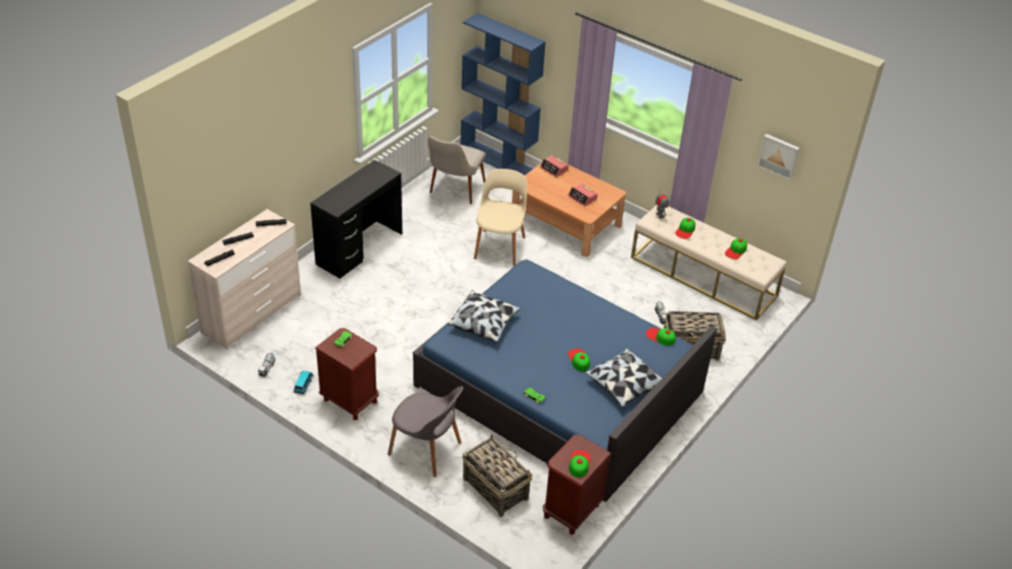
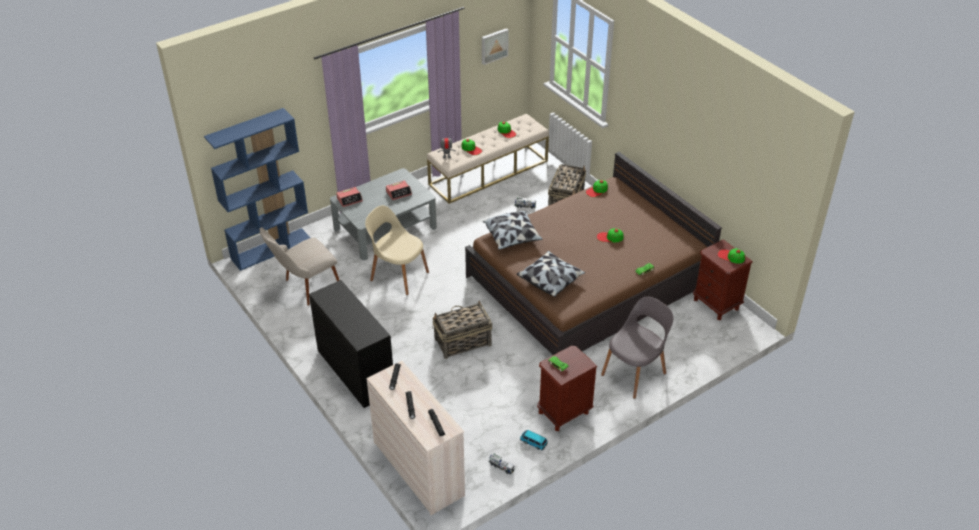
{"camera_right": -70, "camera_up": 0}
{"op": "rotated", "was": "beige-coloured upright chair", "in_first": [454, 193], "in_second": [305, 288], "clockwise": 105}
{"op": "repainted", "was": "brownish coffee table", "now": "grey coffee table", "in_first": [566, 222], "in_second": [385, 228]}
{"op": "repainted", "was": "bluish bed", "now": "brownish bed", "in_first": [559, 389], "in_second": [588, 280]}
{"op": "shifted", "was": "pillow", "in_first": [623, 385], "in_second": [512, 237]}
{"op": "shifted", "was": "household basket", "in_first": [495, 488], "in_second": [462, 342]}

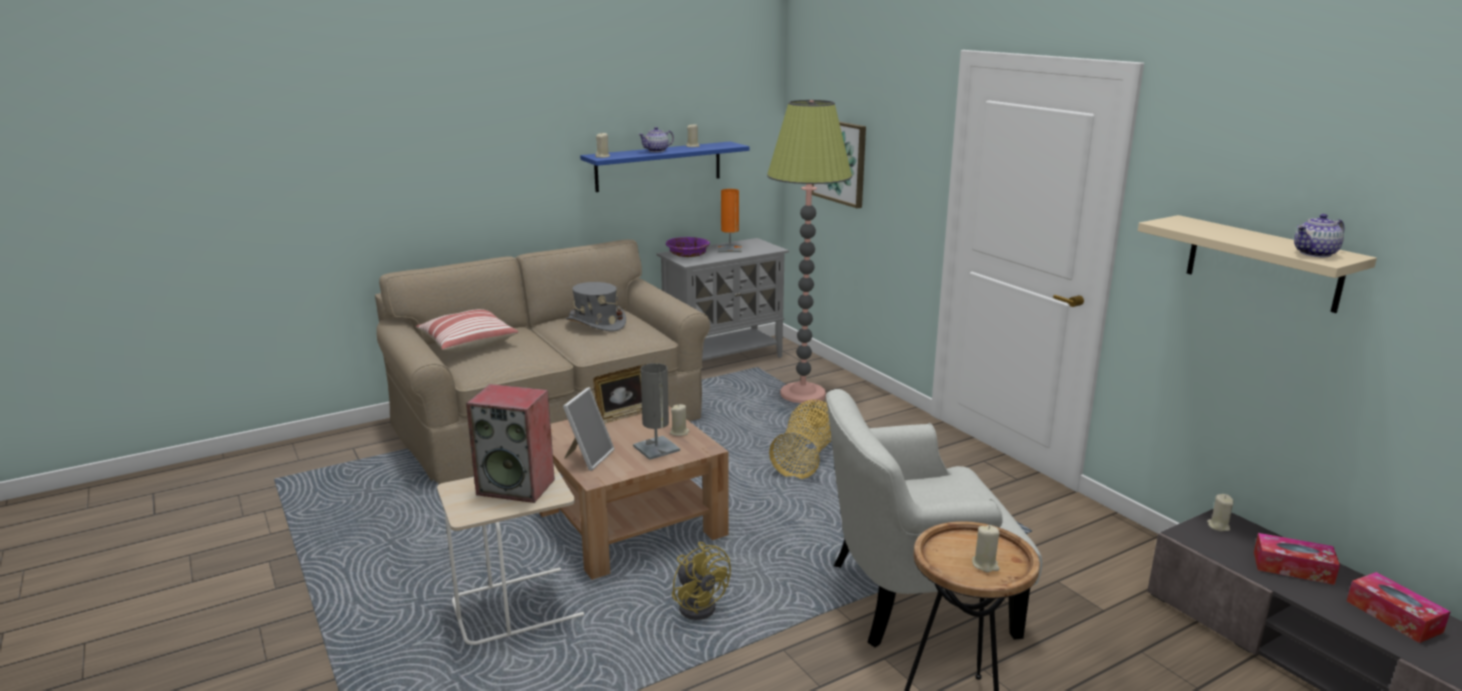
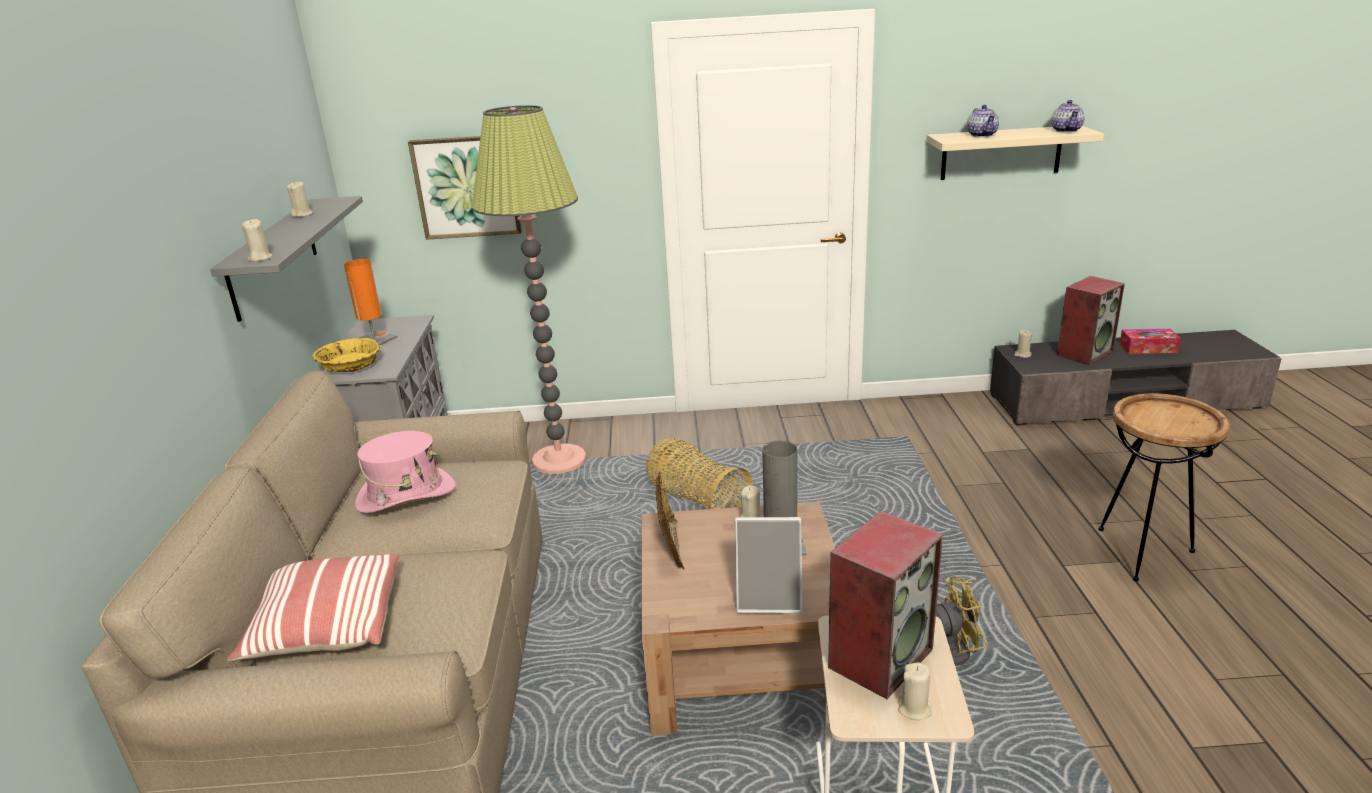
{"camera_right": -60, "camera_up": 5}
{"op": "shifted", "was": "tea pot", "in_first": [657, 150], "in_second": [982, 135]}
{"op": "repainted", "was": "bluish shelf", "now": "grey shelf", "in_first": [658, 166], "in_second": [273, 257]}
{"op": "repainted", "was": "purplish bowl", "now": "yellow-coloured bowl", "in_first": [688, 254], "in_second": [350, 366]}
{"op": "repainted", "was": "grey wearable hat", "now": "pink-coloured wearable hat", "in_first": [596, 323], "in_second": [406, 496]}
{"op": "rotated", "was": "picture frame", "in_first": [588, 457], "in_second": [769, 599], "clockwise": 135}
{"op": "gone", "was": "white-coloured easy chair", "in_first": [914, 596]}
{"op": "shifted", "was": "beige-coloured candle", "in_first": [985, 565], "in_second": [915, 709]}
{"op": "swapped", "was": "box of tissues", "now": "loudspeaker", "in_first": [1293, 567], "in_second": [1084, 353]}

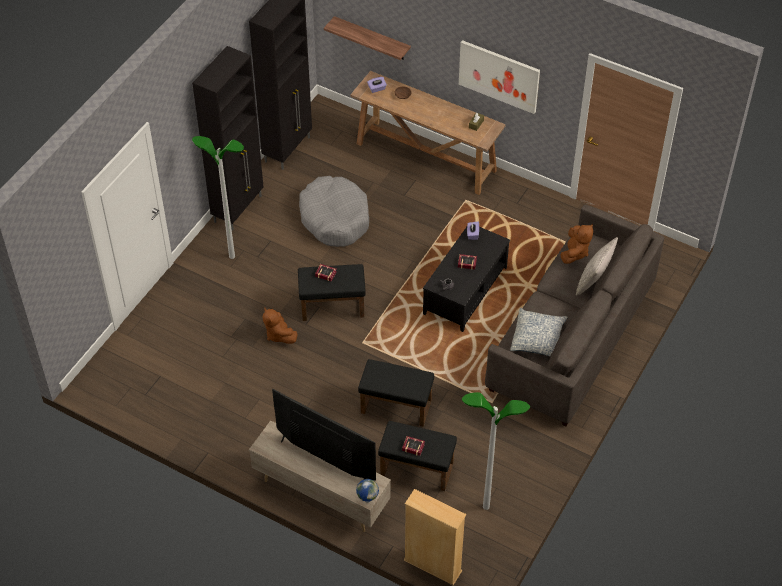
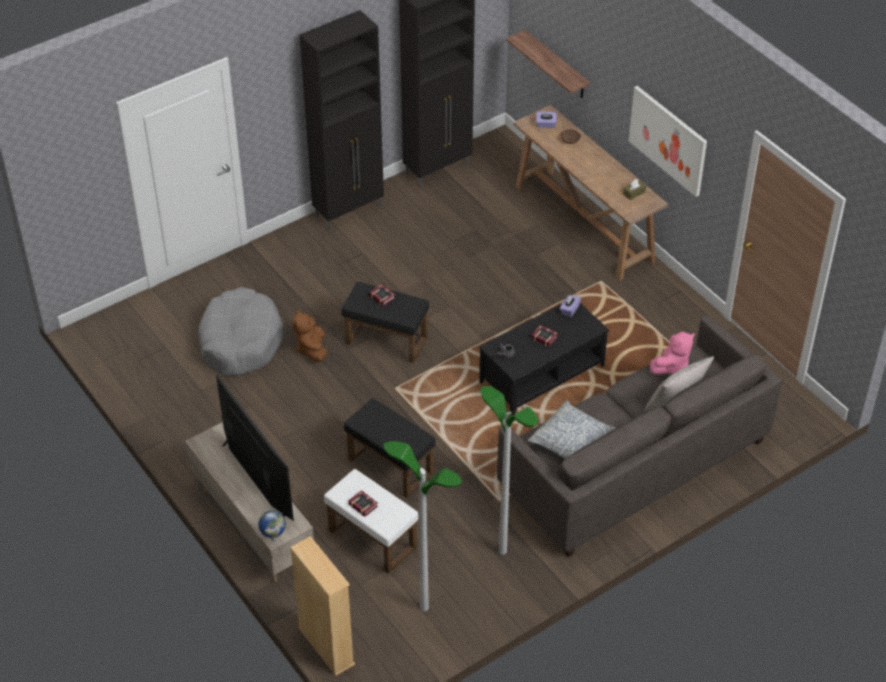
{"camera_right": 25, "camera_up": -5}
{"op": "shifted", "was": "floor lamp", "in_first": [232, 256], "in_second": [503, 551]}
{"op": "shifted", "was": "grey dog cushion", "in_first": [335, 218], "in_second": [240, 341]}
{"op": "repainted", "was": "brownish soft toy", "now": "pink-coloured soft toy", "in_first": [575, 253], "in_second": [671, 366]}
{"op": "repainted", "was": "black pouffe", "now": "white-coloured pouffe", "in_first": [418, 469], "in_second": [373, 539]}

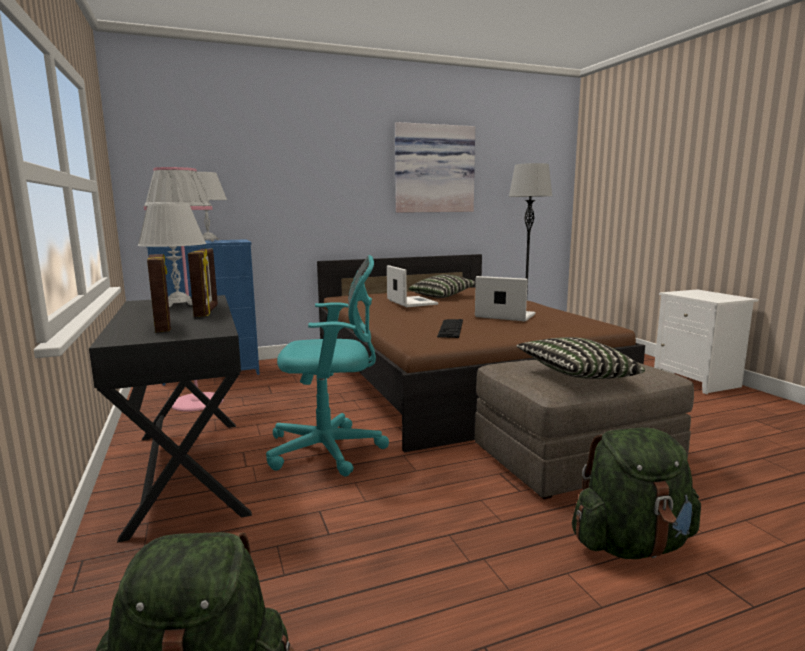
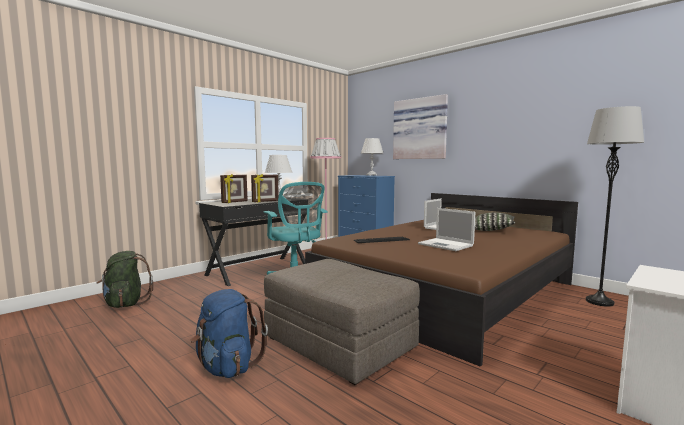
{"camera_right": 65, "camera_up": -5}
{"op": "shifted", "was": "wall picture", "in_first": [433, 169], "in_second": [420, 129]}
{"op": "rotated", "was": "portable computer", "in_first": [504, 315], "in_second": [446, 245], "clockwise": 135}
{"op": "gone", "was": "pillow", "in_first": [576, 376]}
{"op": "repainted", "was": "greenish rucksack", "now": "bluish rucksack", "in_first": [631, 544], "in_second": [227, 367]}

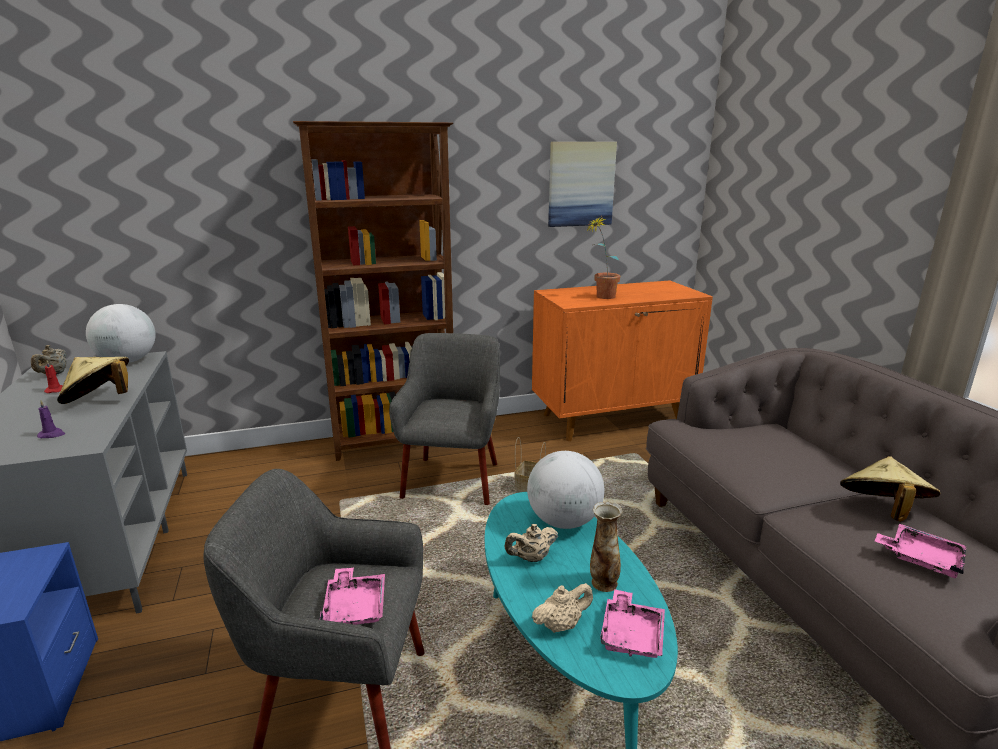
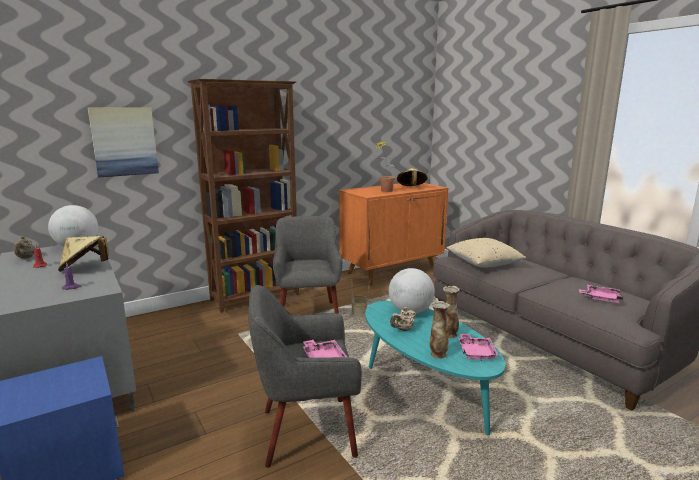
{"camera_right": -15, "camera_up": -5}
{"op": "shifted", "was": "wall picture", "in_first": [580, 184], "in_second": [124, 141]}
{"op": "shifted", "was": "beige-coloured wearable hat", "in_first": [882, 511], "in_second": [411, 188]}
{"op": "swapped", "was": "beige-coloured tea pot", "now": "vase", "in_first": [561, 625], "in_second": [438, 354]}
{"op": "new", "now": "beige-coloured pillow", "in_second": [484, 264]}

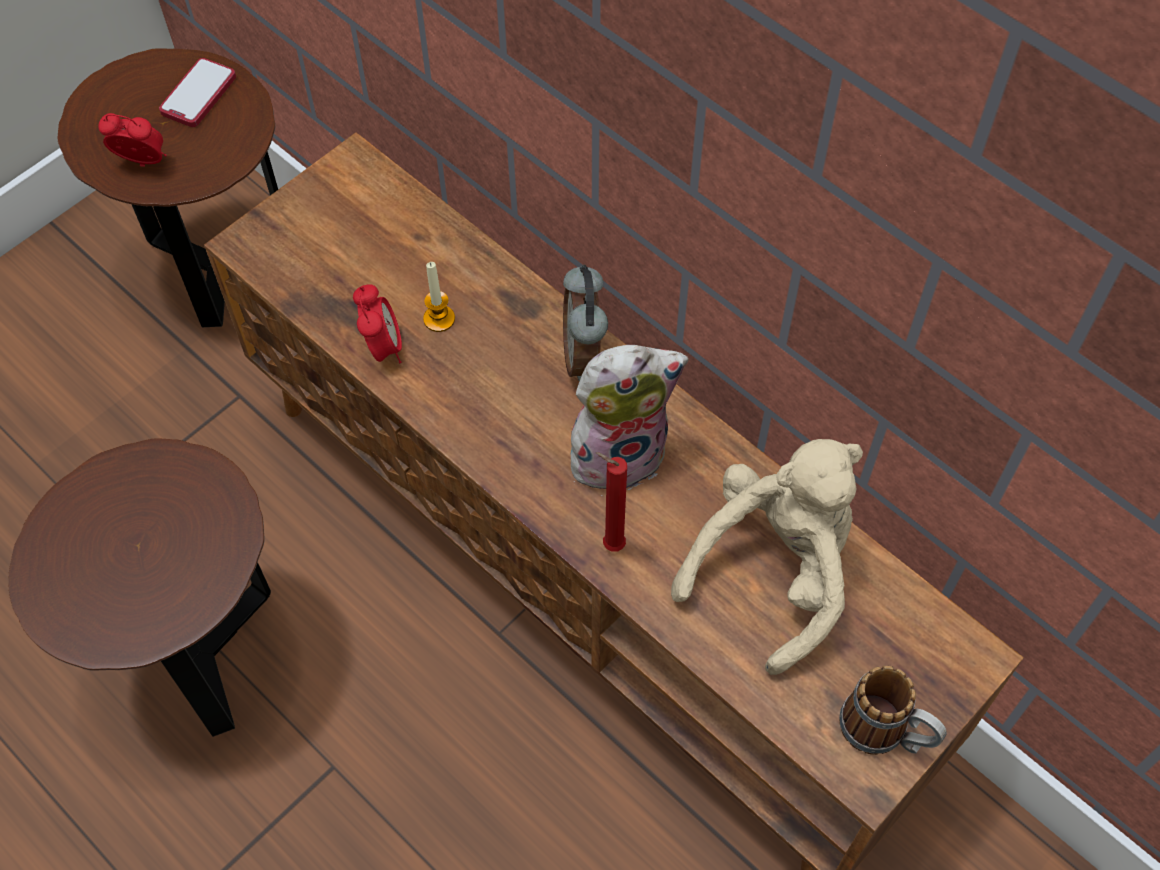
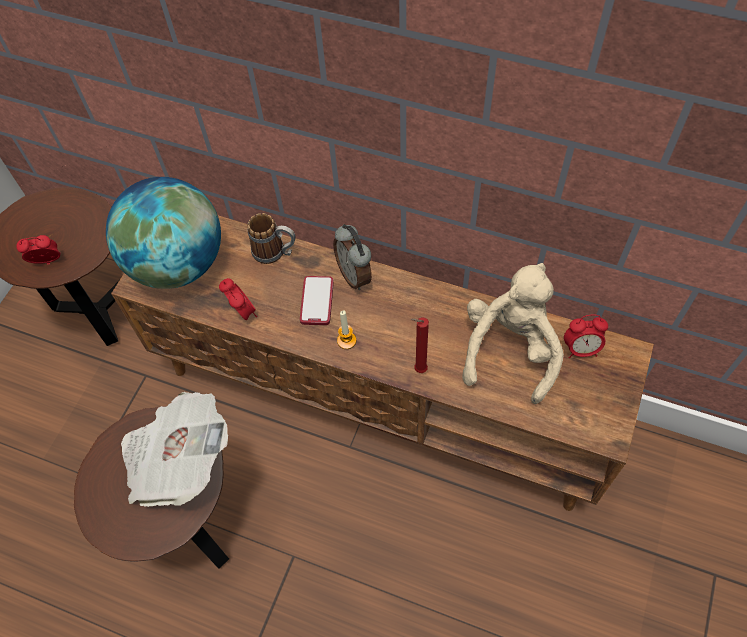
{"camera_right": -20, "camera_up": 0}
{"op": "shifted", "was": "phone", "in_first": [198, 94], "in_second": [317, 301]}
{"op": "shifted", "was": "candle", "in_first": [439, 319], "in_second": [346, 340]}
{"op": "gone", "was": "soft toy", "in_first": [619, 452]}
{"op": "shifted", "was": "mug", "in_first": [885, 733], "in_second": [275, 252]}
{"op": "new", "now": "globe", "in_second": [178, 264]}
{"op": "new", "now": "bedside clock", "in_second": [581, 349]}
{"op": "new", "now": "daily paper", "in_second": [178, 460]}

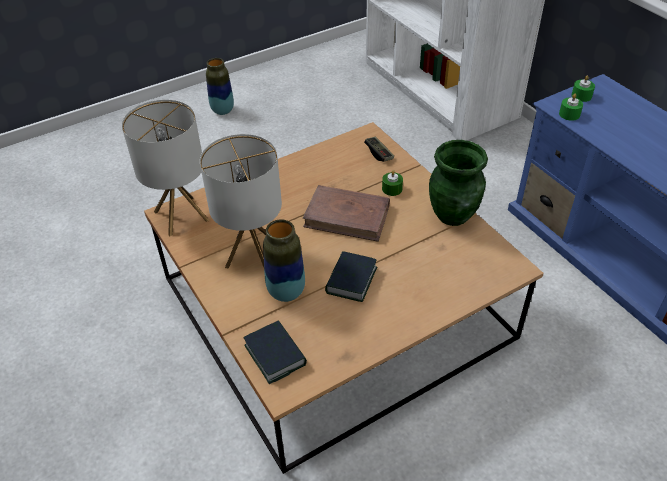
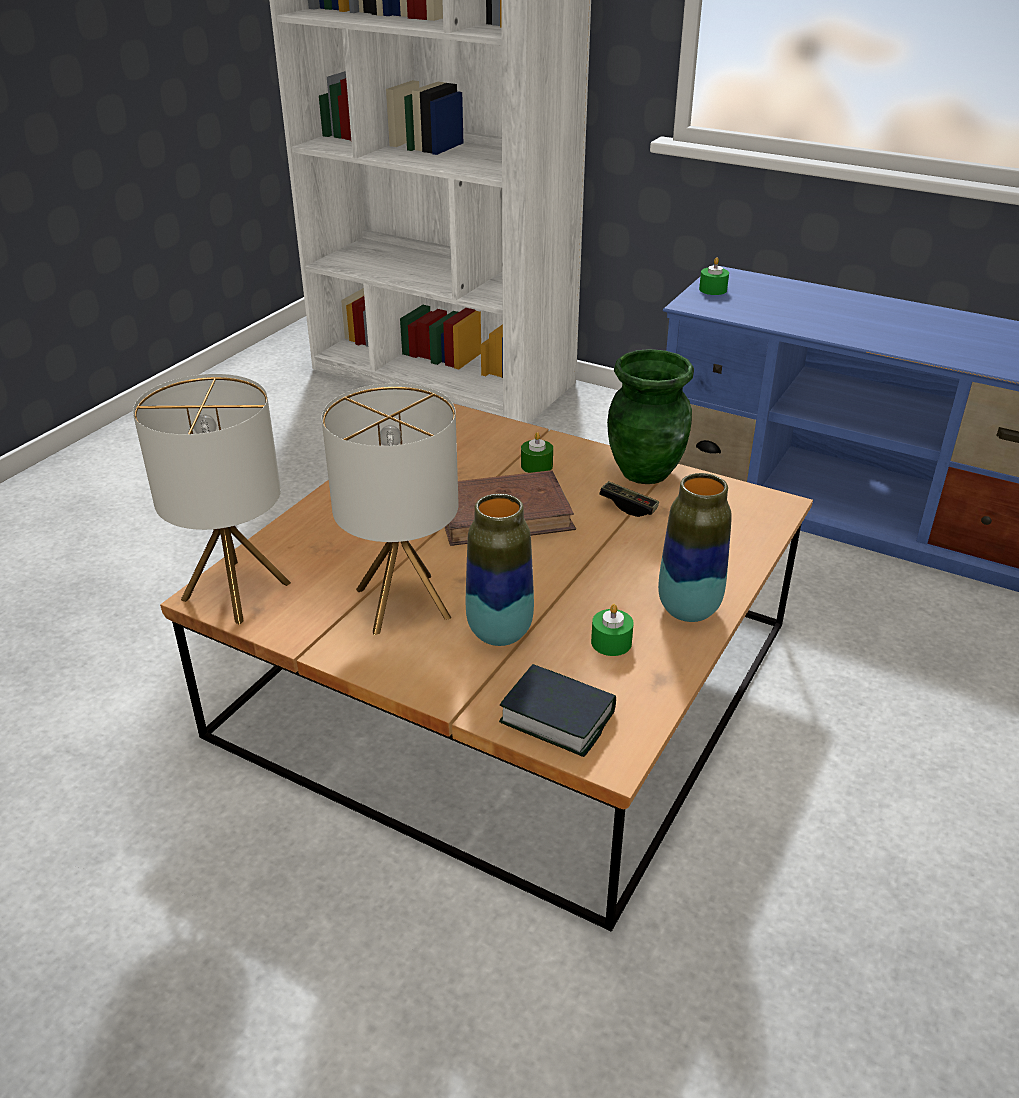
{"camera_right": -30, "camera_up": -10}
{"op": "shifted", "was": "vase", "in_first": [222, 110], "in_second": [688, 609]}
{"op": "shifted", "was": "greenish candle", "in_first": [569, 114], "in_second": [611, 642]}
{"op": "shifted", "was": "game controller", "in_first": [379, 153], "in_second": [628, 507]}
{"op": "gone", "was": "volume", "in_first": [351, 280]}

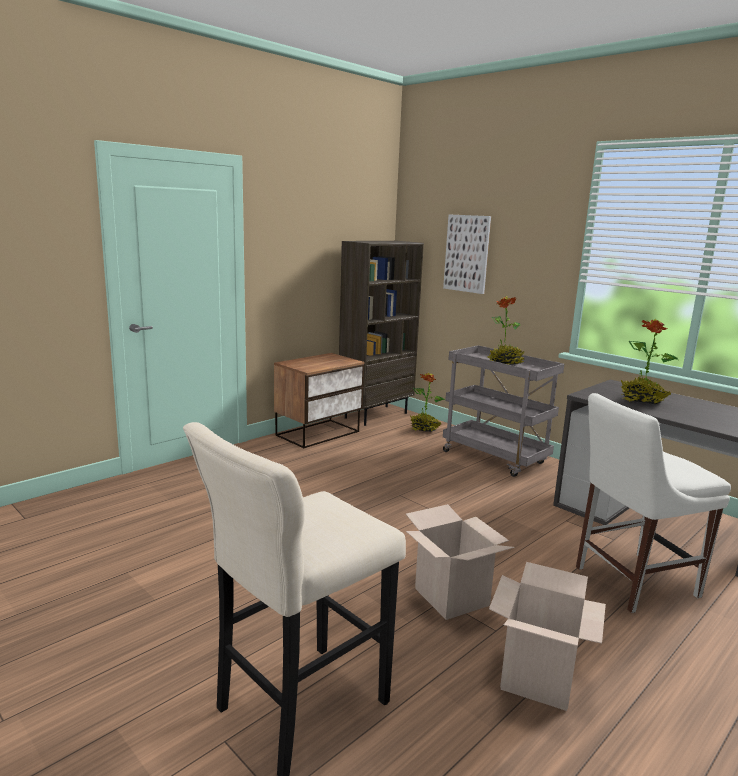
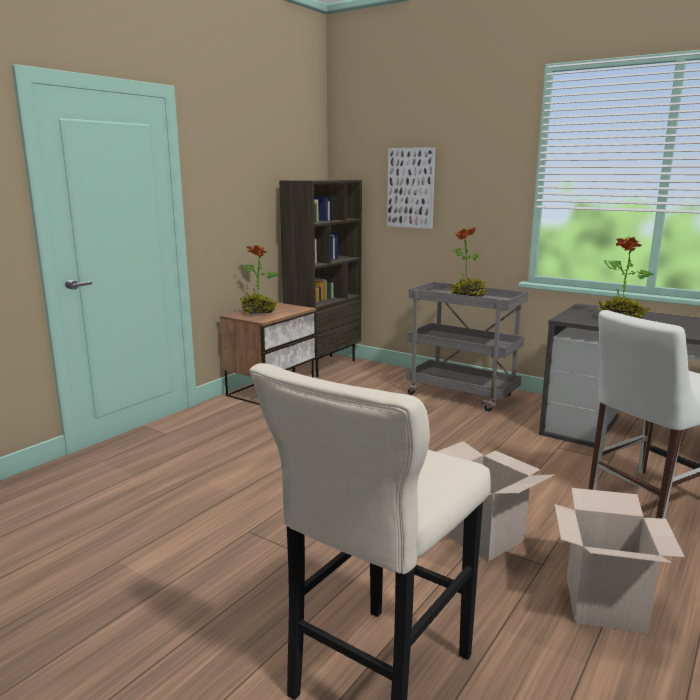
{"camera_right": -10, "camera_up": 0}
{"op": "shifted", "was": "potted plant", "in_first": [424, 429], "in_second": [258, 313]}

